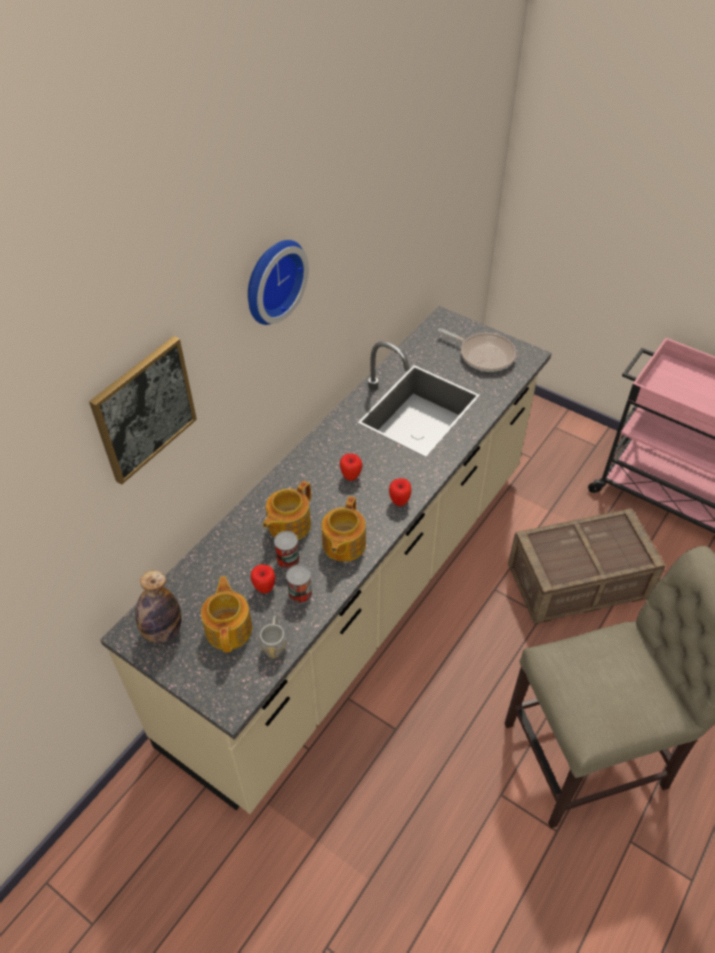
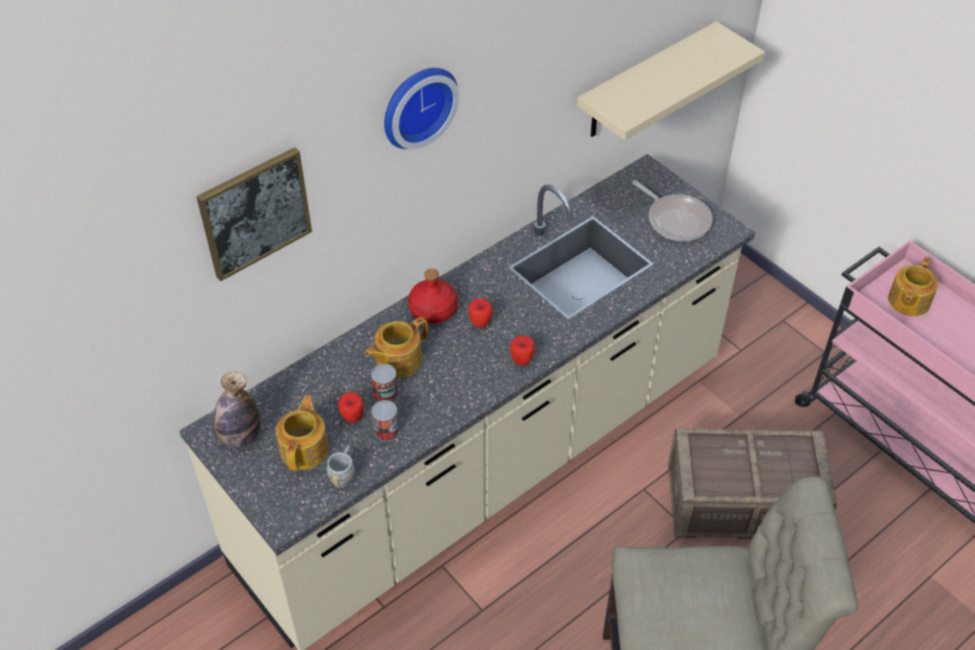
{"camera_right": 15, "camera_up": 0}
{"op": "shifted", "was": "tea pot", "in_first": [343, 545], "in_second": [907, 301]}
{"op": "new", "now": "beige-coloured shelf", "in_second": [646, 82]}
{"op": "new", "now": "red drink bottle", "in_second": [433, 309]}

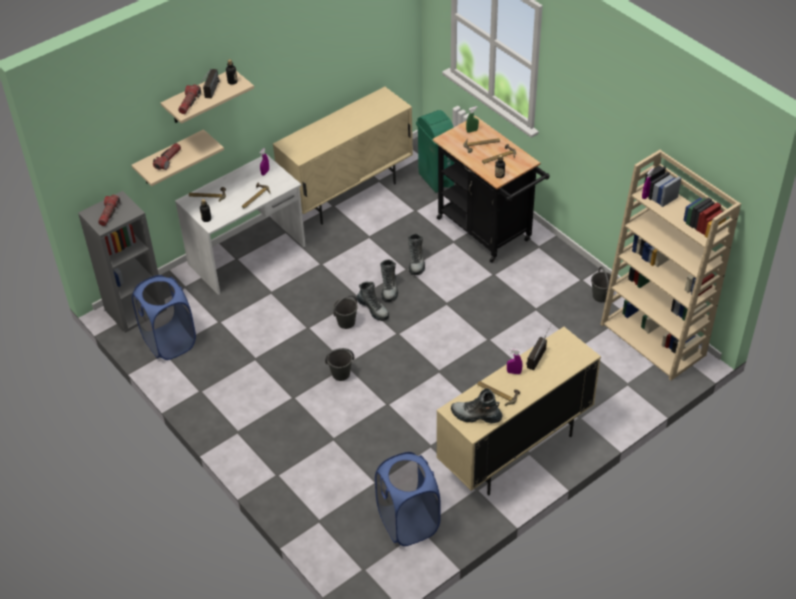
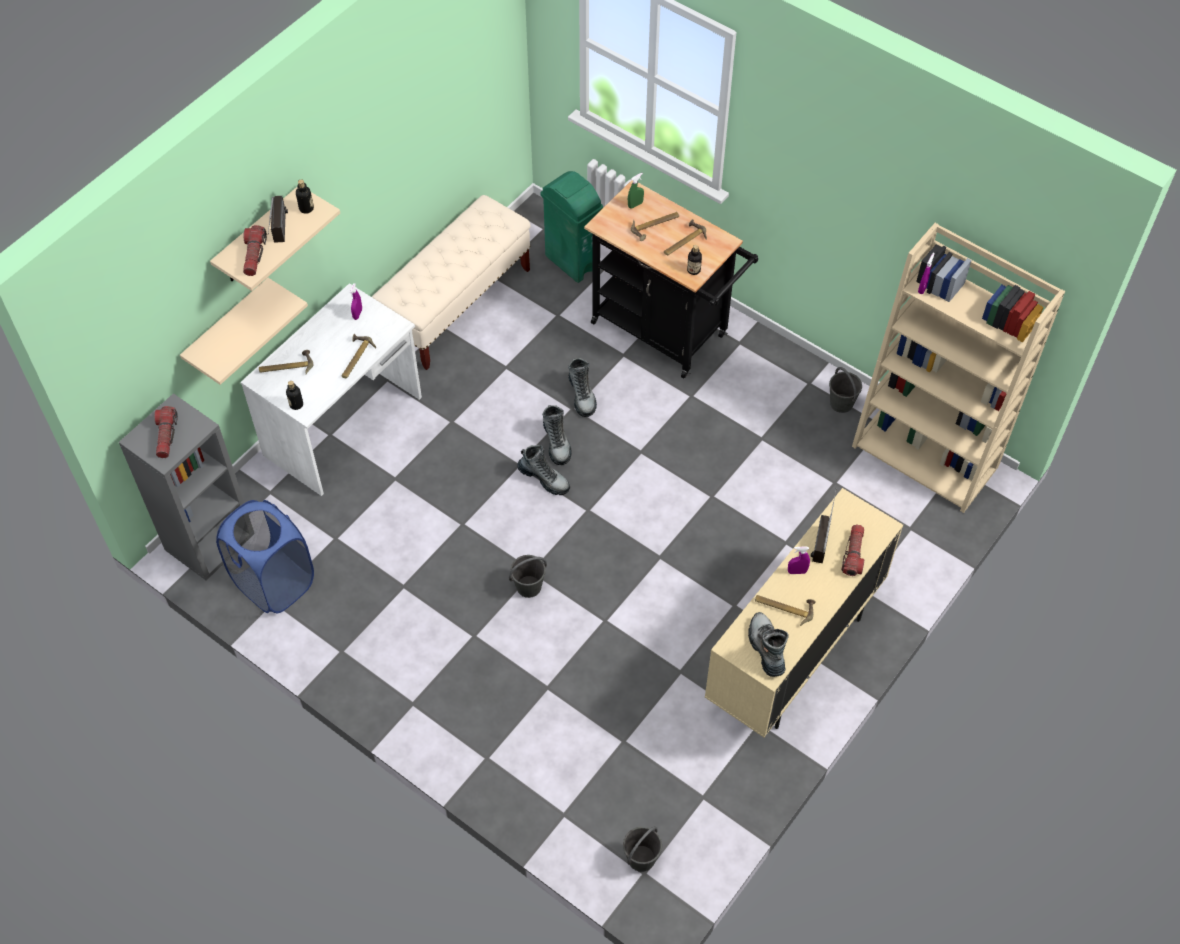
{"camera_right": -15, "camera_up": 10}
{"op": "swapped", "was": "beige-coloured storage cabinet", "now": "beige-coloured long seat", "in_first": [348, 194], "in_second": [457, 305]}
{"op": "shifted", "was": "flashlight", "in_first": [168, 160], "in_second": [853, 554]}
{"op": "shifted", "was": "grey pail", "in_first": [346, 322], "in_second": [641, 858]}
{"op": "rotated", "was": "high-top boot", "in_first": [476, 415], "in_second": [766, 648], "clockwise": 75}
{"op": "gone", "was": "bluish washing basket", "in_first": [408, 522]}

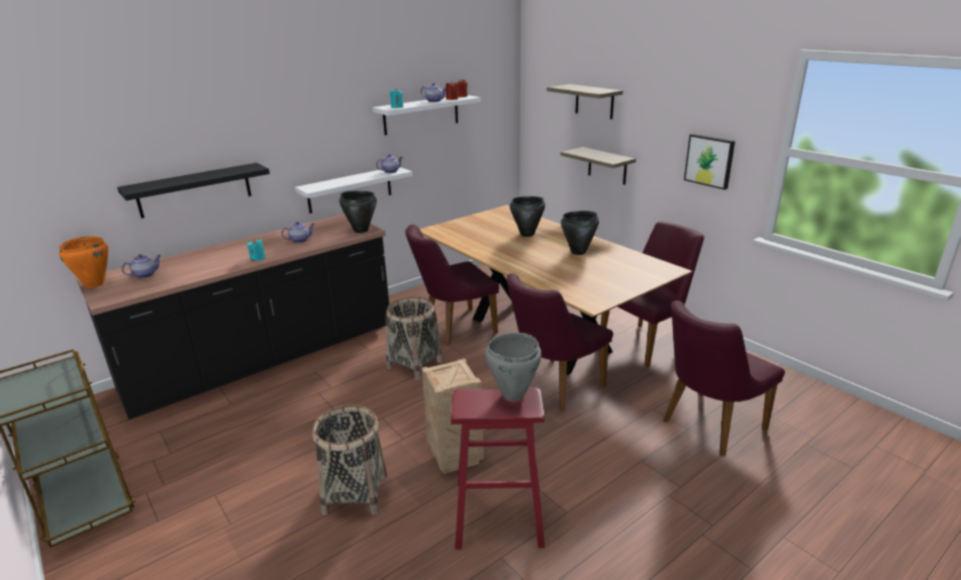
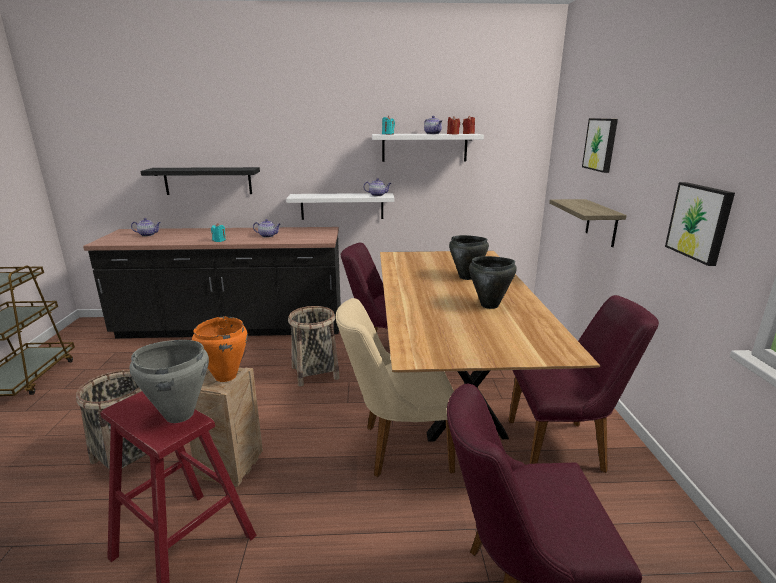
{"camera_right": 35, "camera_up": -5}
{"op": "swapped", "was": "shelf", "now": "wall picture", "in_first": [594, 101], "in_second": [601, 144]}
{"op": "gone", "was": "black stockpot", "in_first": [361, 230]}
{"op": "shifted", "was": "orange-coloured stockpot", "in_first": [94, 284], "in_second": [225, 376]}
{"op": "repainted", "was": "purplish upright chair", "now": "beige-coloured upright chair", "in_first": [552, 387], "in_second": [397, 447]}

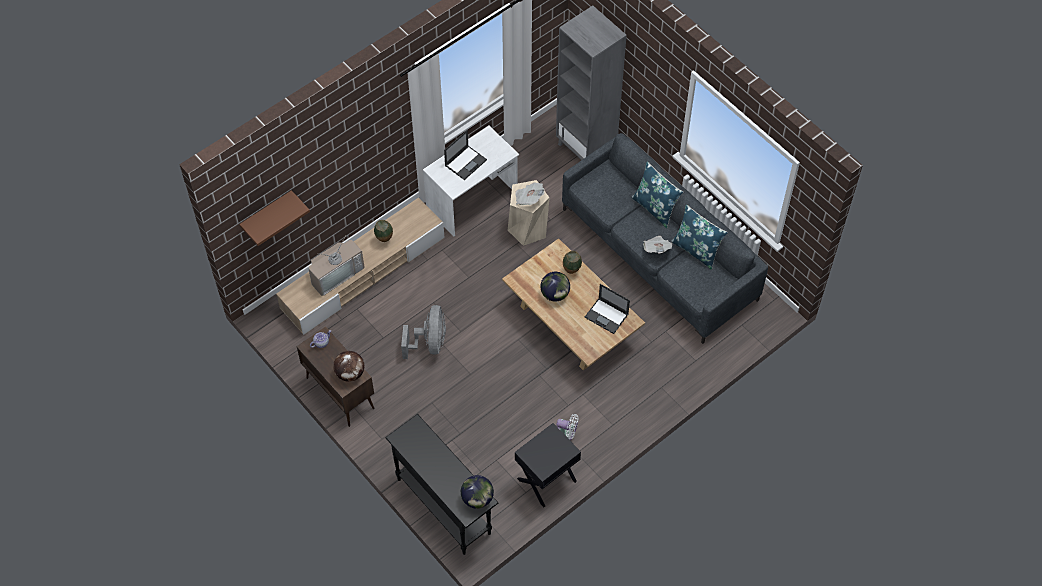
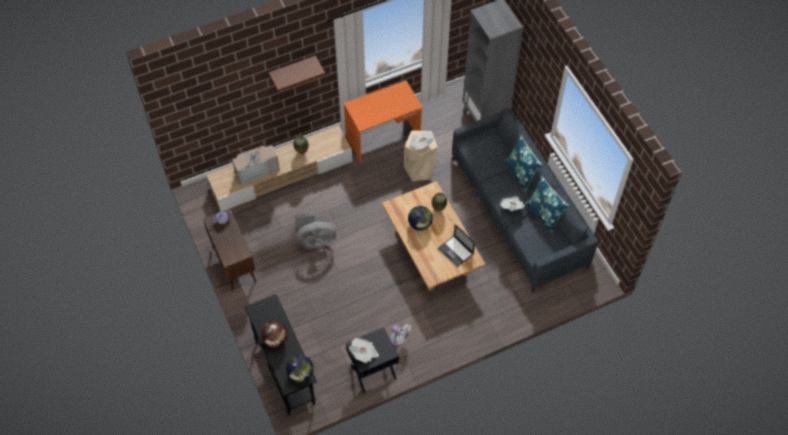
{"camera_right": 15, "camera_up": 0}
{"op": "repainted", "was": "white-coloured desk", "now": "orange-coloured desk", "in_first": [473, 201], "in_second": [383, 138]}
{"op": "gone", "was": "portable computer", "in_first": [466, 162]}
{"op": "shifted", "was": "brownish shelf", "in_first": [267, 213], "in_second": [292, 70]}
{"op": "rotated", "was": "grey fan", "in_first": [429, 343], "in_second": [315, 241], "clockwise": 60}
{"op": "shifted", "was": "globe", "in_first": [350, 373], "in_second": [275, 340]}
{"op": "new", "now": "daily paper", "in_second": [364, 353]}

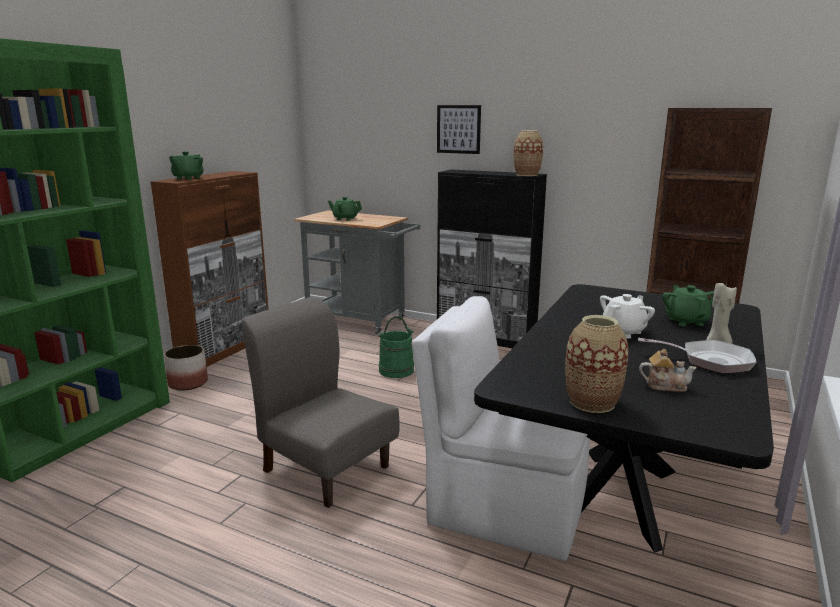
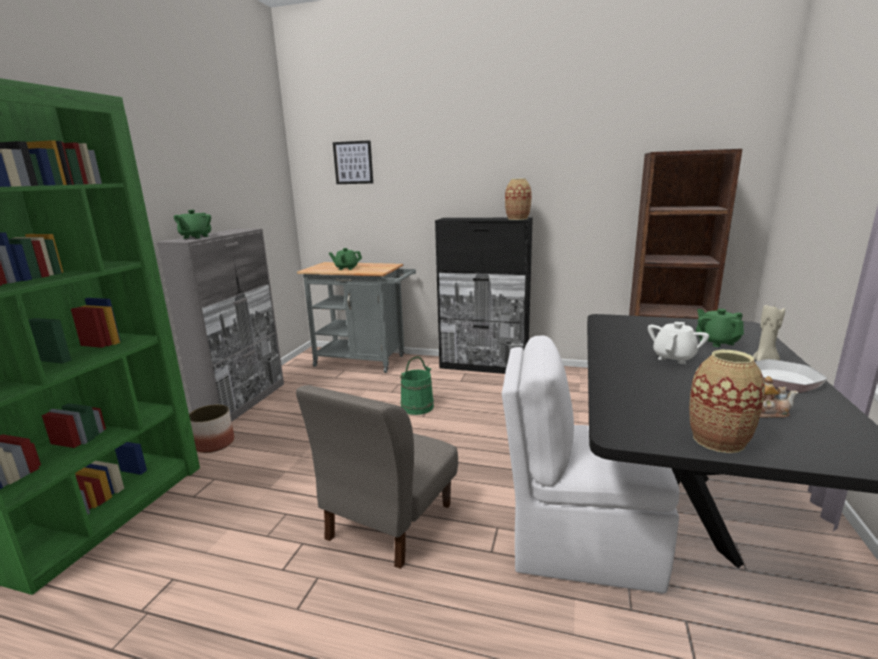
{"camera_right": -10, "camera_up": 0}
{"op": "shifted", "was": "wall picture", "in_first": [458, 129], "in_second": [353, 162]}
{"op": "repainted", "was": "brownish storage cabinet", "now": "grey storage cabinet", "in_first": [226, 349], "in_second": [243, 402]}
{"op": "rotated", "was": "grey upright chair", "in_first": [326, 467], "in_second": [388, 521], "clockwise": -90}

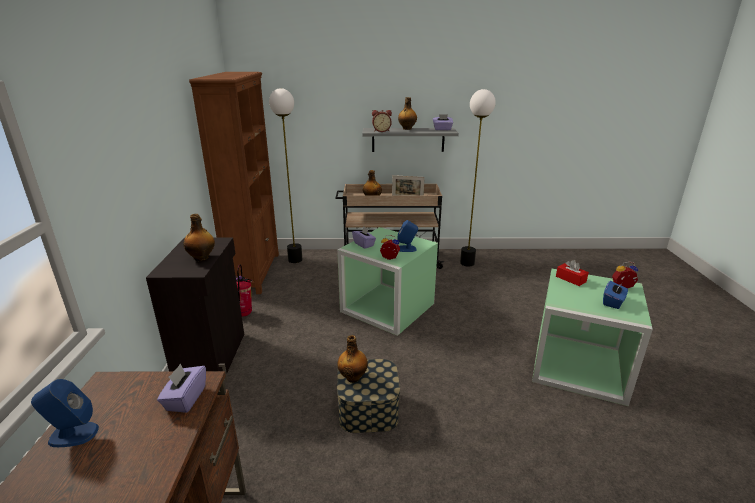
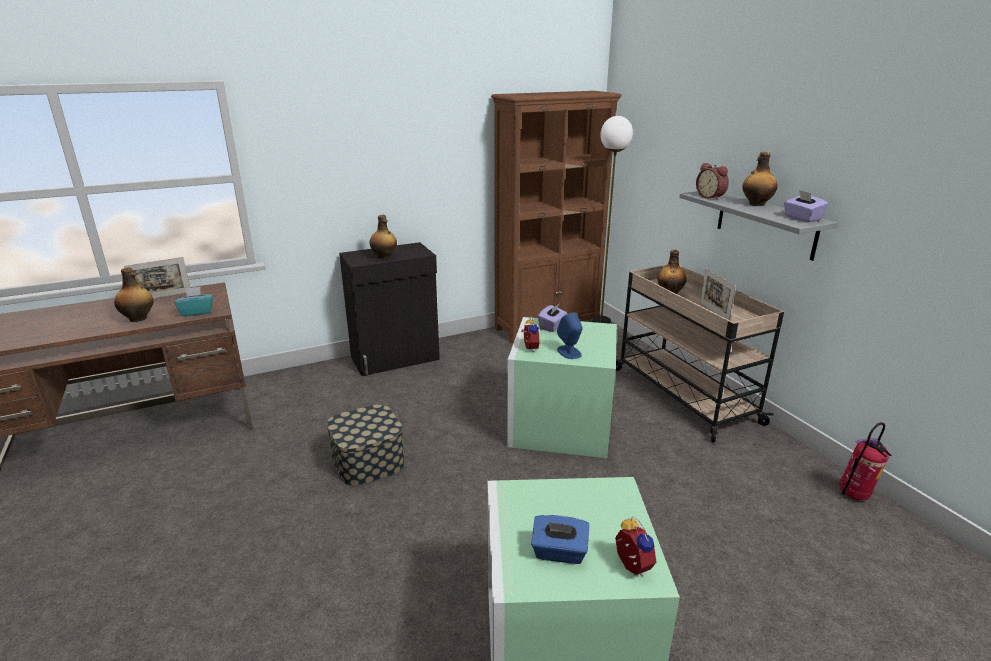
{"camera_right": 65, "camera_up": 0}
{"op": "gone", "was": "floor lamp", "in_first": [467, 263]}
{"op": "gone", "was": "red box of tissues", "in_first": [570, 279]}
{"op": "shifted", "was": "extinguisher", "in_first": [244, 315], "in_second": [854, 496]}
{"op": "shifted", "was": "drink bottle", "in_first": [353, 377], "in_second": [139, 319]}
{"op": "repainted", "was": "purplish box of tissues", "now": "blue-green box of tissues", "in_first": [185, 399], "in_second": [197, 312]}
{"op": "swapped", "was": "bluish loudspeaker", "now": "picture frame", "in_first": [73, 434], "in_second": [163, 296]}

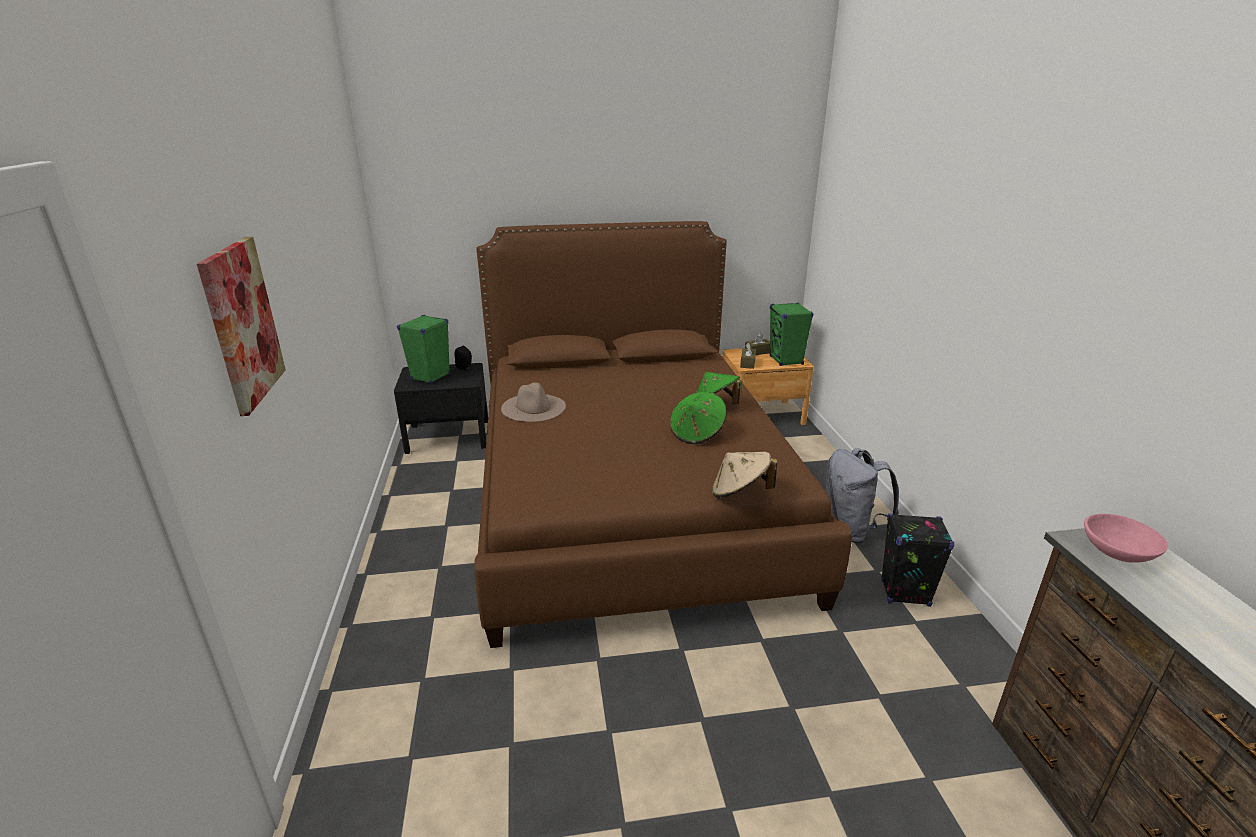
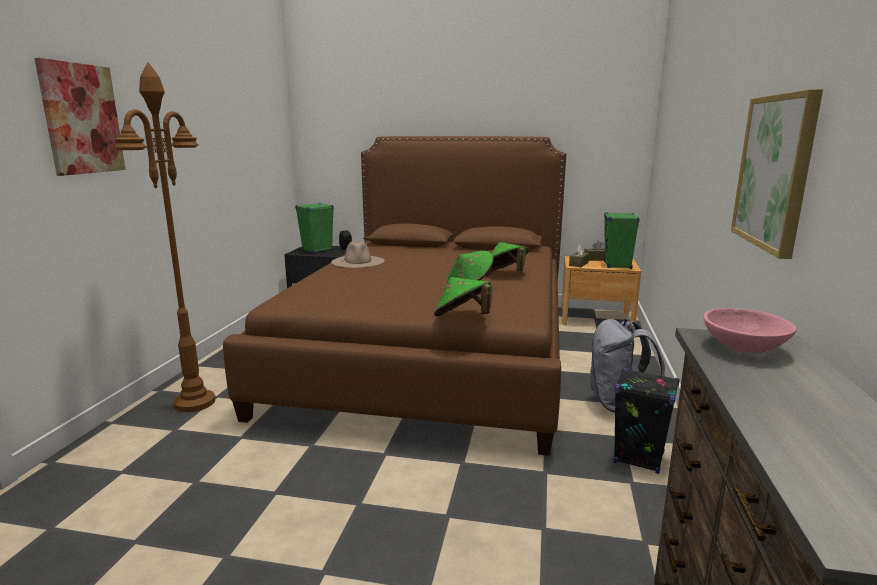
{"camera_right": 20, "camera_up": -10}
{"op": "repainted", "was": "beige-coloured wearable hat", "now": "greenish wearable hat", "in_first": [740, 493], "in_second": [462, 318]}
{"op": "new", "now": "brownish floor lamp", "in_second": [195, 402]}
{"op": "new", "now": "wall picture", "in_second": [775, 171]}

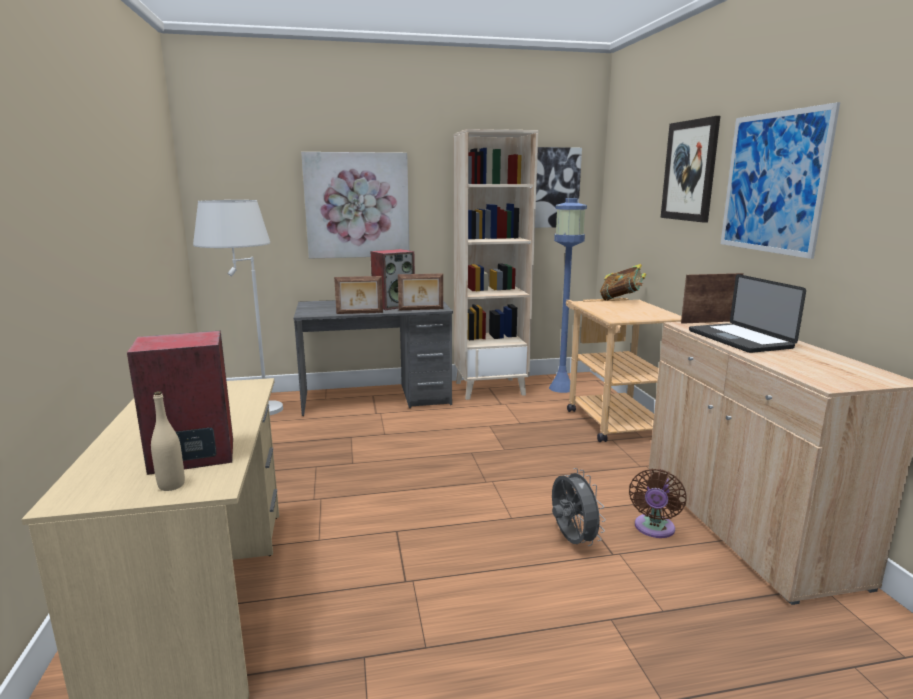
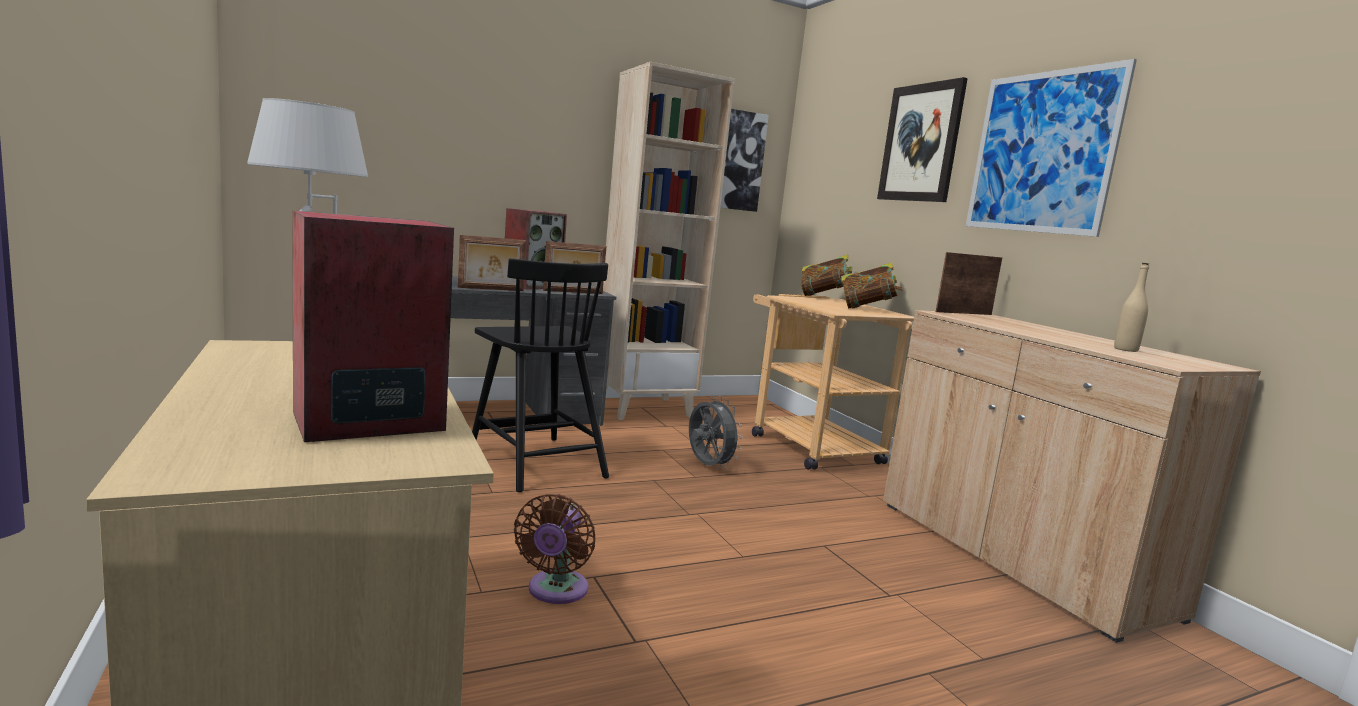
{"camera_right": -15, "camera_up": -5}
{"op": "gone", "was": "wall picture", "in_first": [357, 205]}
{"op": "gone", "was": "bluish floor lamp", "in_first": [561, 388]}
{"op": "gone", "was": "portable computer", "in_first": [739, 339]}
{"op": "shifted", "was": "beige-coloured drink bottle", "in_first": [171, 485], "in_second": [1125, 349]}
{"op": "shifted", "was": "grey fan", "in_first": [571, 541], "in_second": [707, 466]}
{"op": "shifted", "was": "brownish fan", "in_first": [653, 529], "in_second": [555, 591]}
{"op": "new", "now": "black upright chair", "in_second": [535, 462]}
{"op": "new", "now": "volume", "in_second": [867, 309]}

